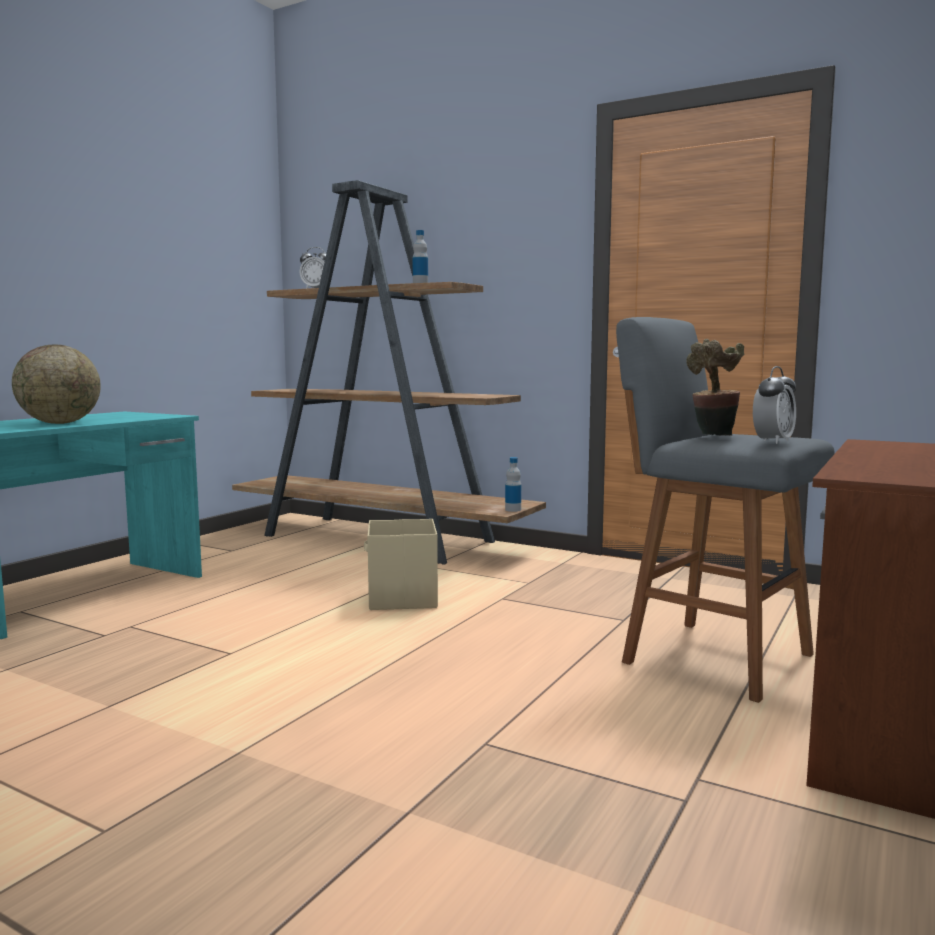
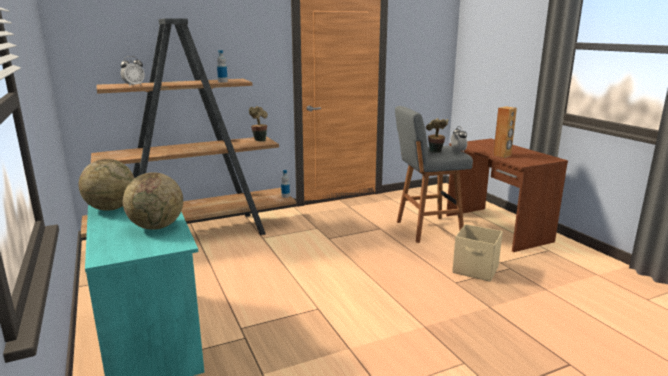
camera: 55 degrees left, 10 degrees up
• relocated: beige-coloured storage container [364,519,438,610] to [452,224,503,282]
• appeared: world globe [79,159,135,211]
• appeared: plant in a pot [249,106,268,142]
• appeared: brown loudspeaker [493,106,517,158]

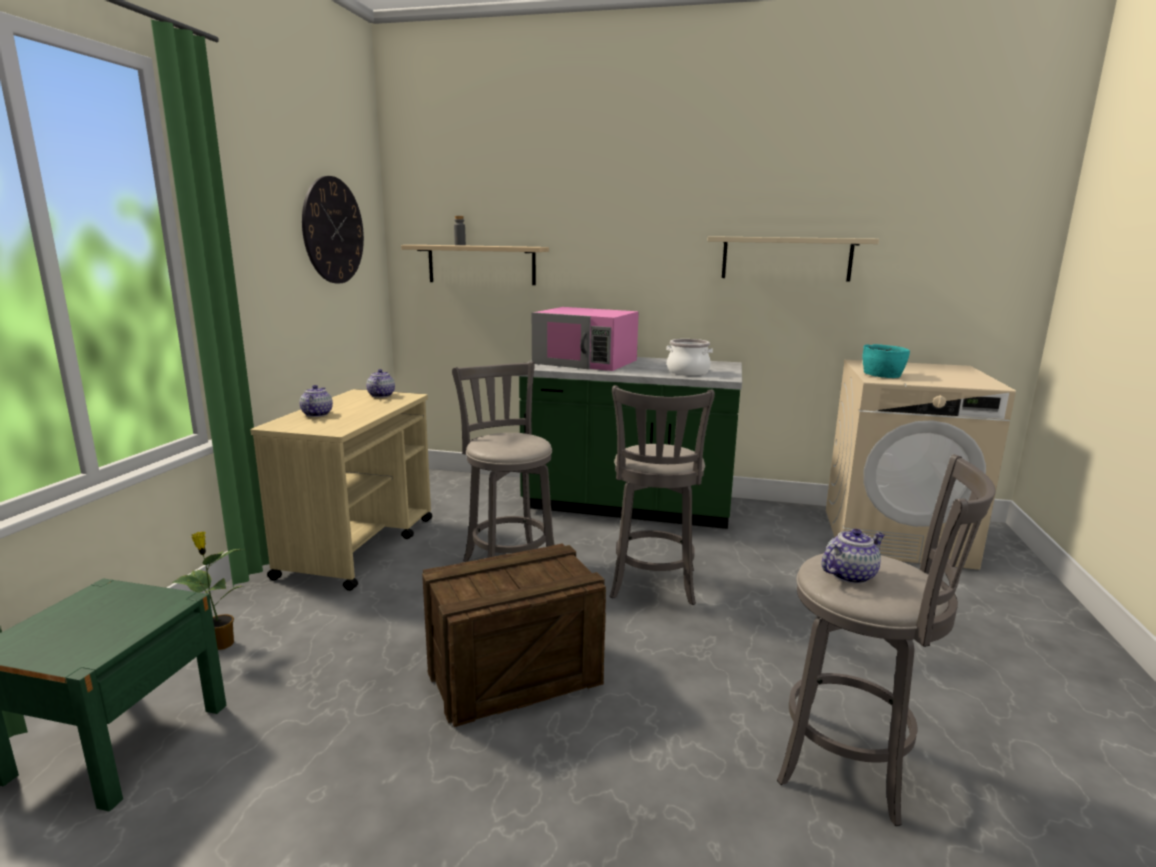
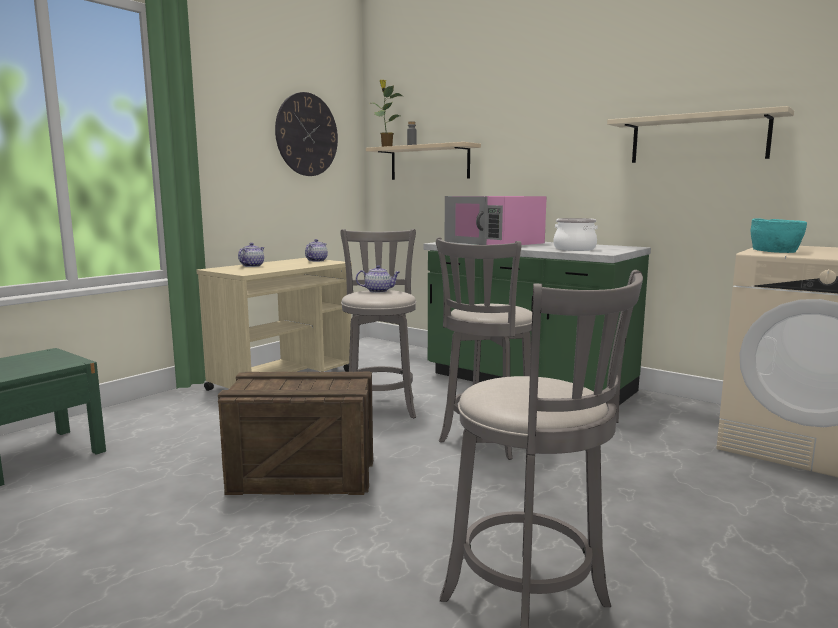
camera: 25 degrees right, 5 degrees down
• relocated: plant in a pot [172,532,246,650] to [372,80,402,147]
• relocated: tea pot [821,529,885,584] to [356,265,400,293]

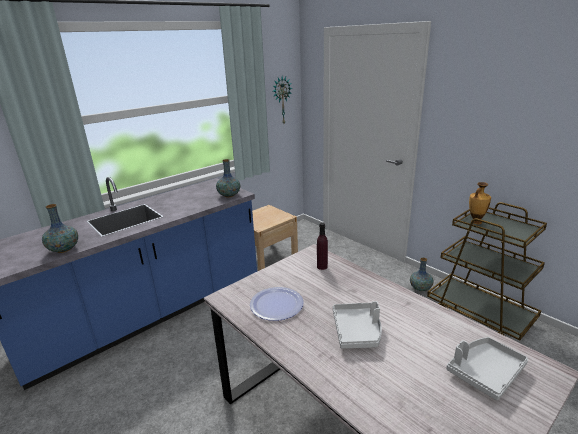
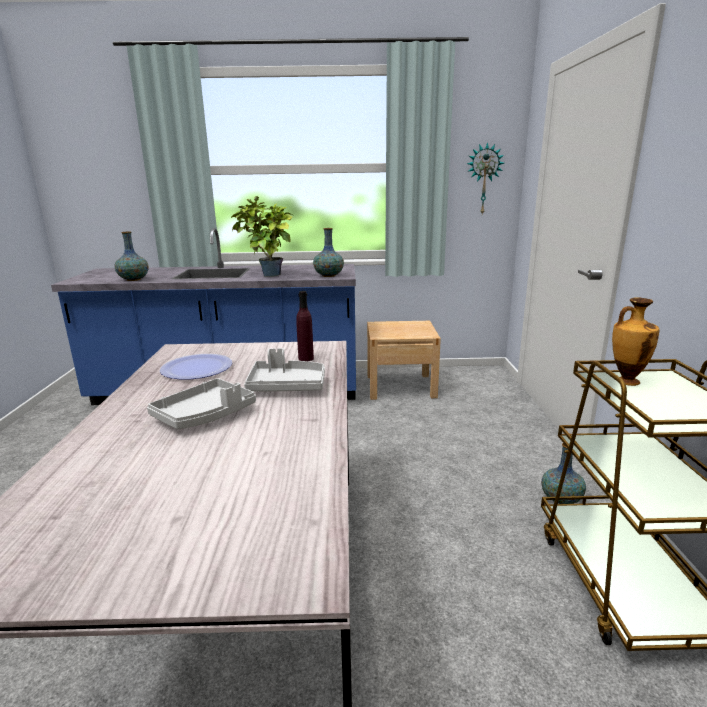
camera: 40 degrees right, 5 degrees down
• relocated: grey carrying tray [446,337,528,401] to [244,348,325,391]
• appeared: plant in a pot [231,196,293,277]

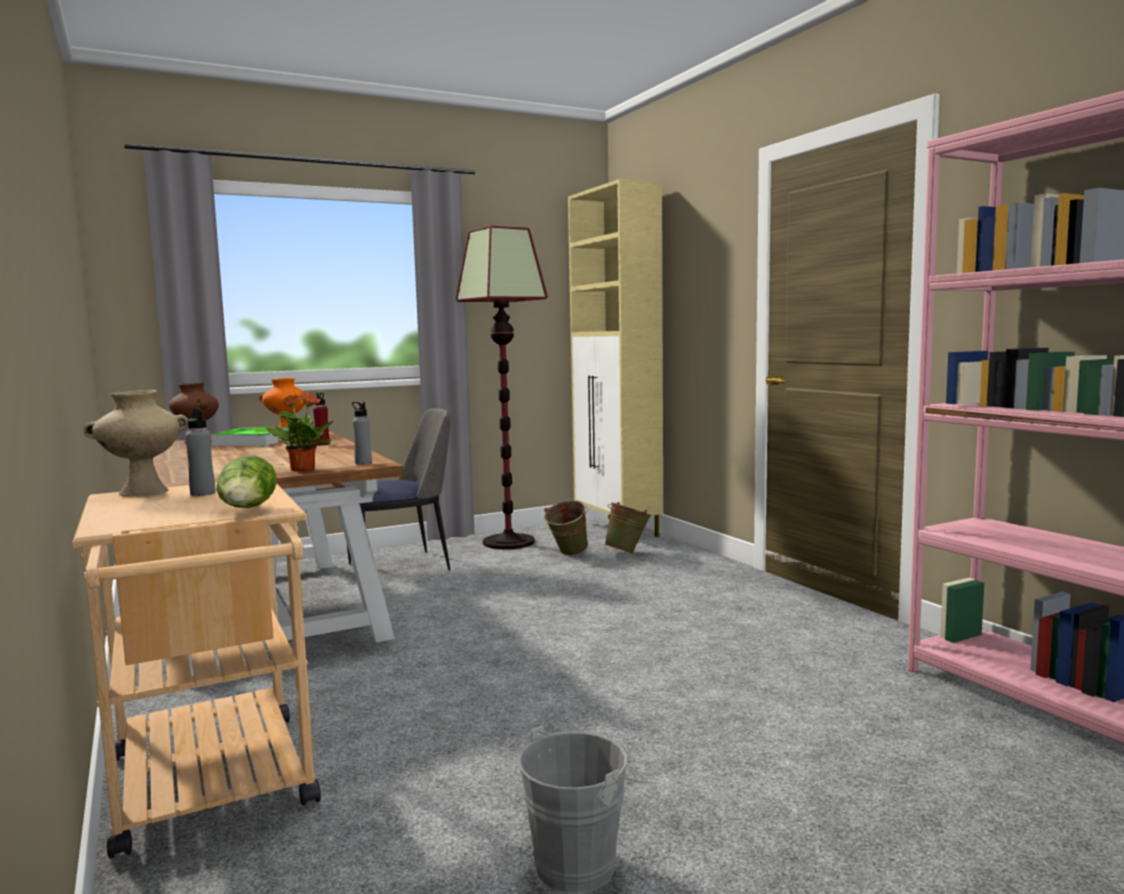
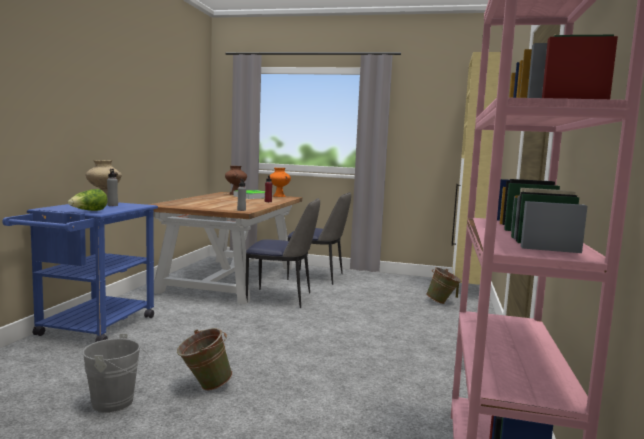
camera: 40 degrees right, 0 degrees up
• colour: beige-coloured cart [72,483,321,859] to bluish cart [2,202,158,342]
• missing: plant in a pot [263,393,334,472]
• missing: standing lamp [456,225,548,549]
• relocated: green-coloured pail [544,500,588,556] to [177,328,232,391]
• appeared: upright chair [245,198,320,308]

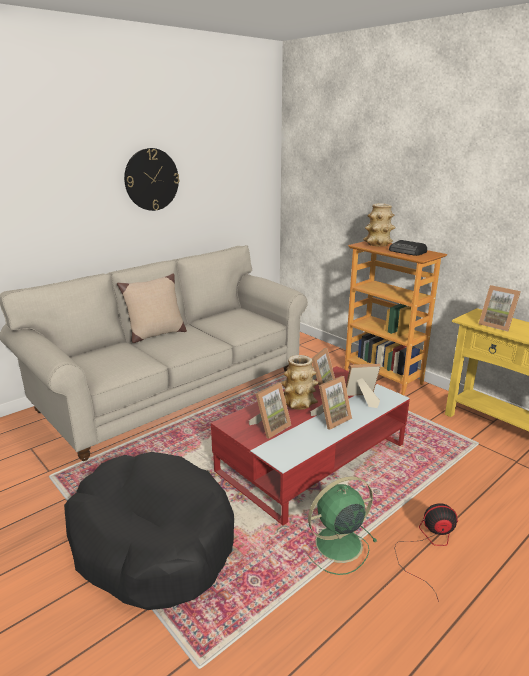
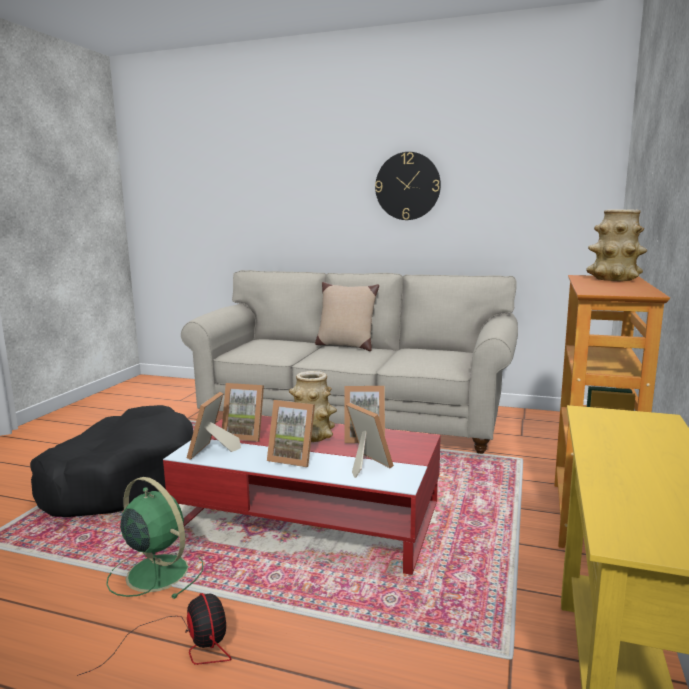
camera: 60 degrees right, 10 degrees down
• missing: radio [389,240,427,256]
• relocated: standing frame [479,285,521,331] to [187,392,241,460]

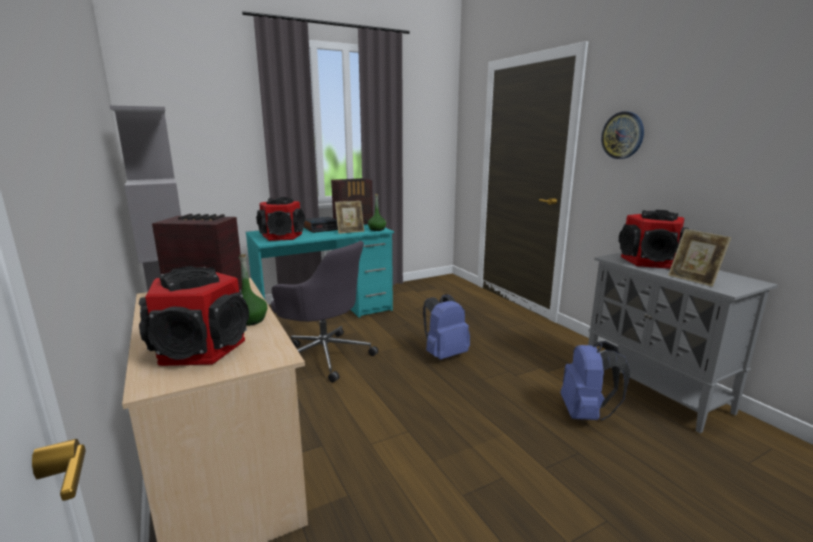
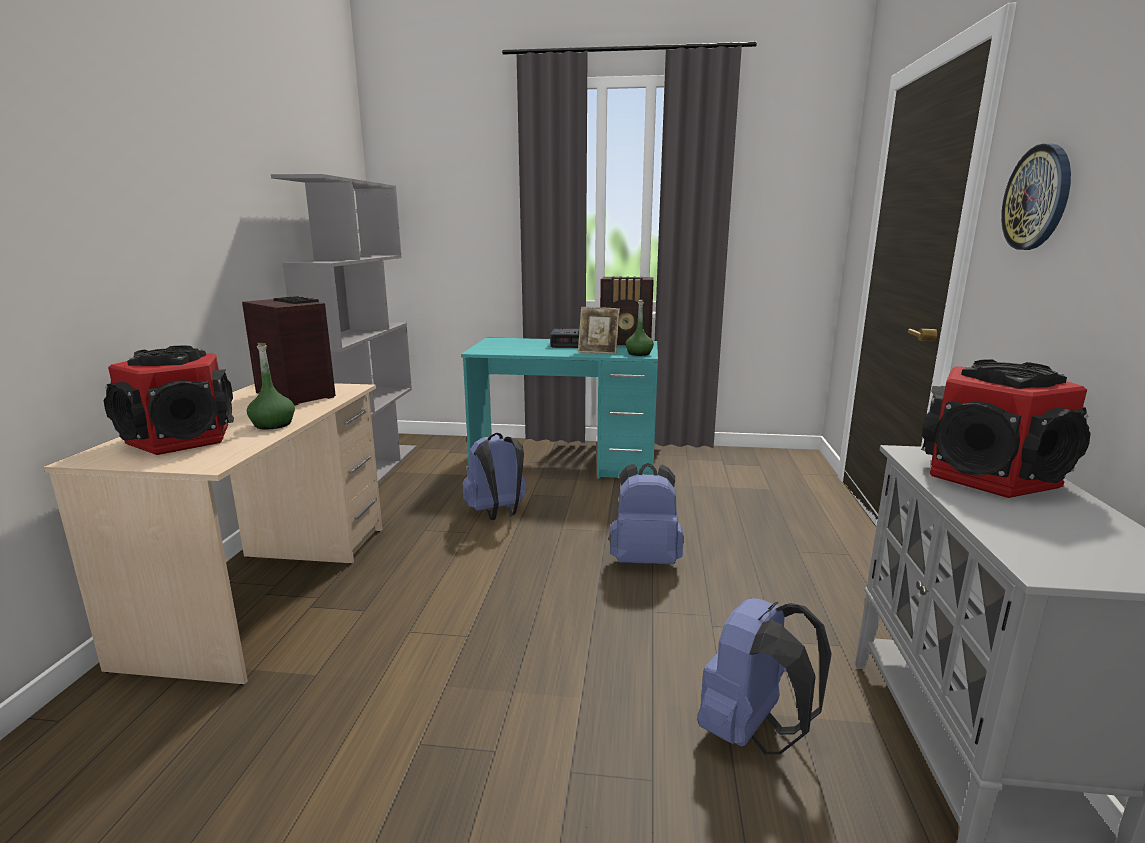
camera: 35 degrees right, 0 degrees up
• missing: loudspeaker [256,197,305,241]
• exchanged: grey desk chair [271,241,378,383] to bluish rucksack [462,433,526,520]
• missing: standing frame [668,229,731,287]

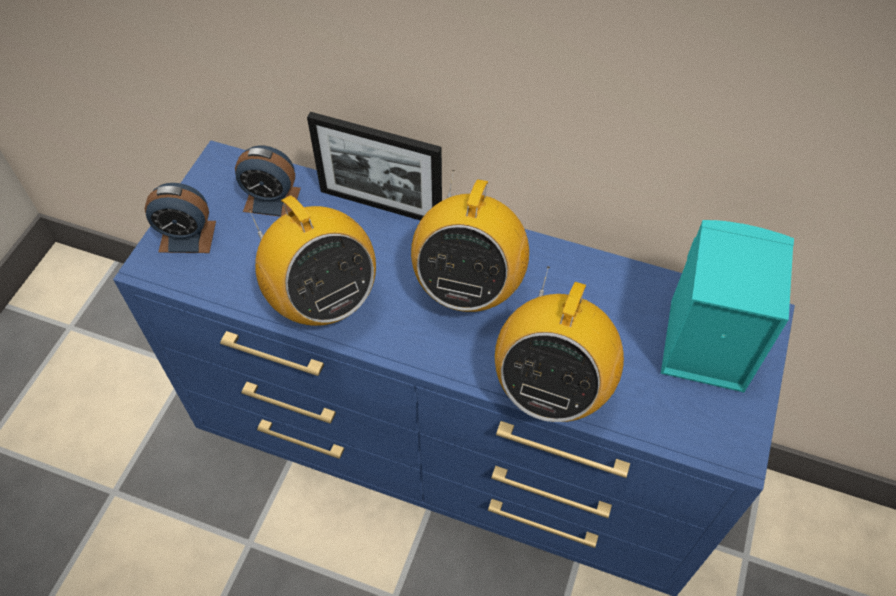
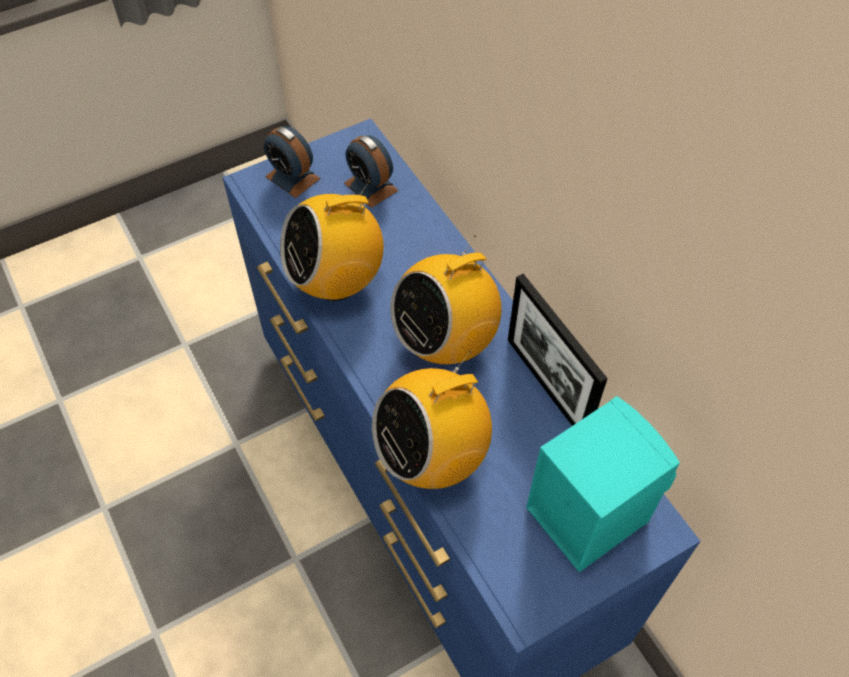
camera: 40 degrees right, 0 degrees up
• spun: radio [248,195,376,326] = [280,181,384,301] 60 degrees clockwise
• relocated: standing frame [307,112,442,221] to [508,274,608,426]

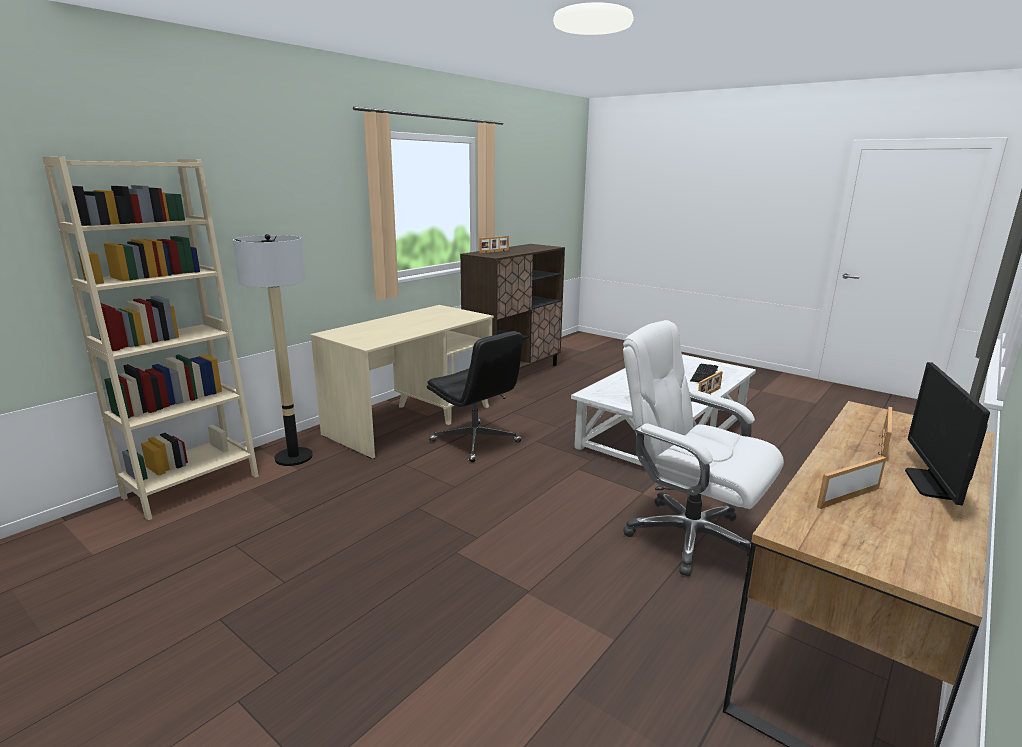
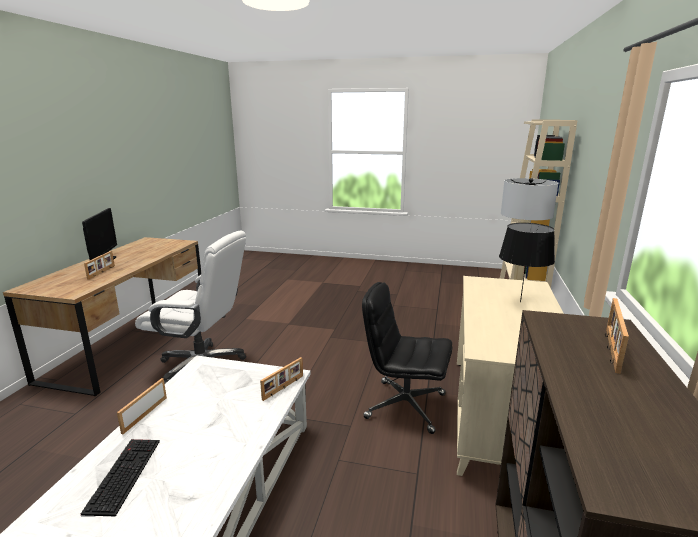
camera: 155 degrees right, 0 degrees up
• relocated: standing frame [817,456,886,509] to [260,357,303,401]
• appeared: black-coloured table lamp [499,223,555,302]

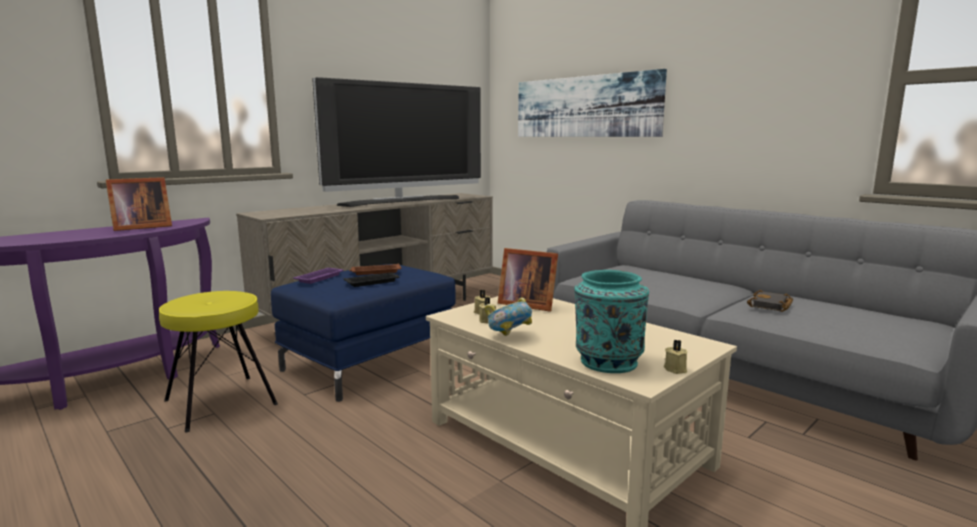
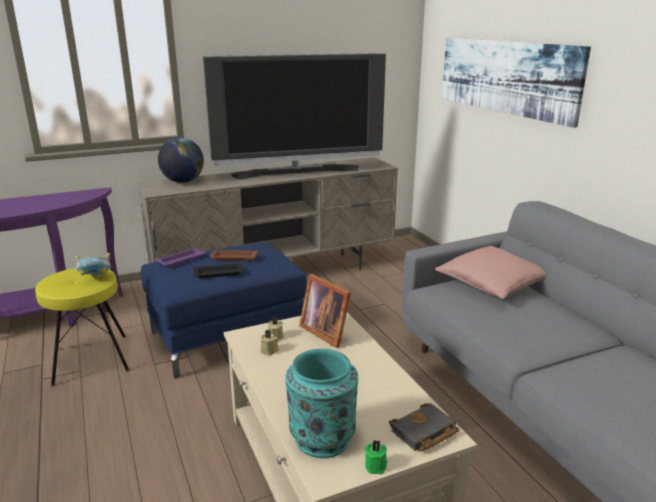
camera: 20 degrees right, 10 degrees up
• missing: standing frame [106,177,172,231]
• relocated: deep dish [485,298,532,336] to [75,253,111,278]
• colour: beige-coloured wax light [664,340,687,374] to green-coloured wax light [365,440,388,475]
• relocated: black-coloured book [747,290,793,312] to [389,403,459,452]
• appeared: world globe [158,137,204,183]
• appeared: pinkish throw pillow [435,246,546,299]

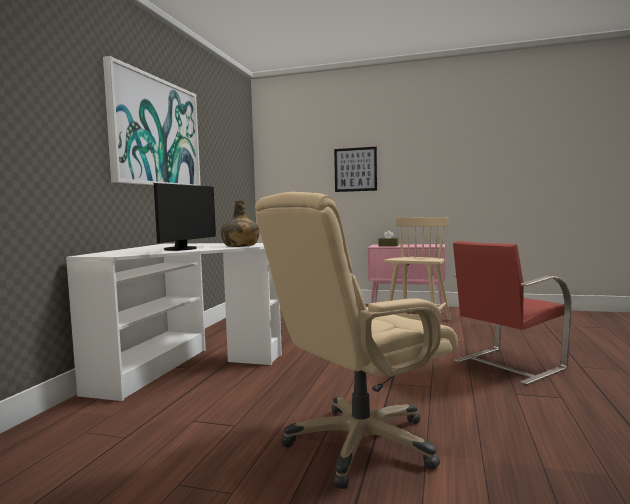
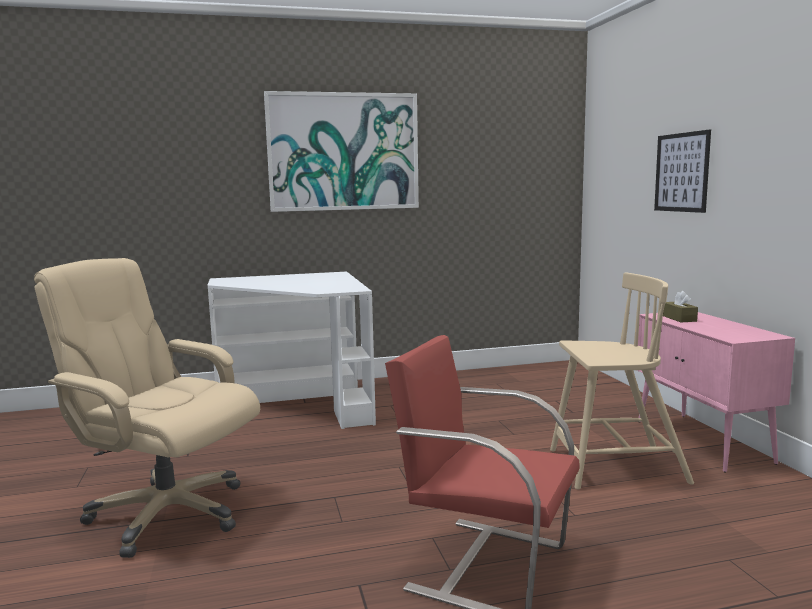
camera: 60 degrees right, 5 degrees up
• missing: computer screen [154,183,216,251]
• missing: green-coloured bottle [221,200,260,247]

